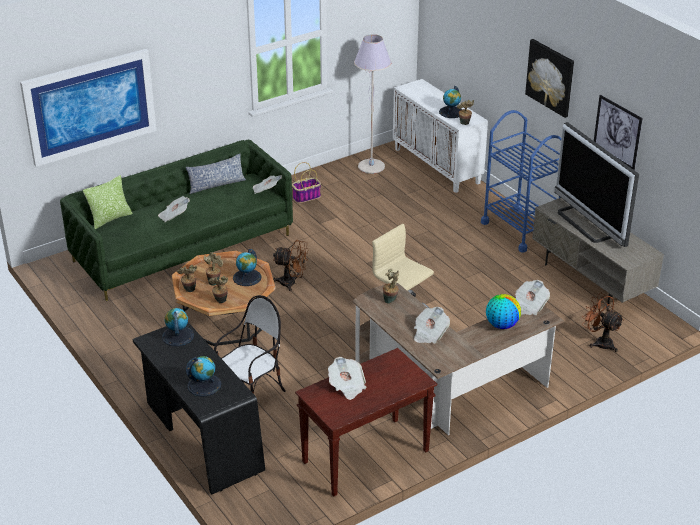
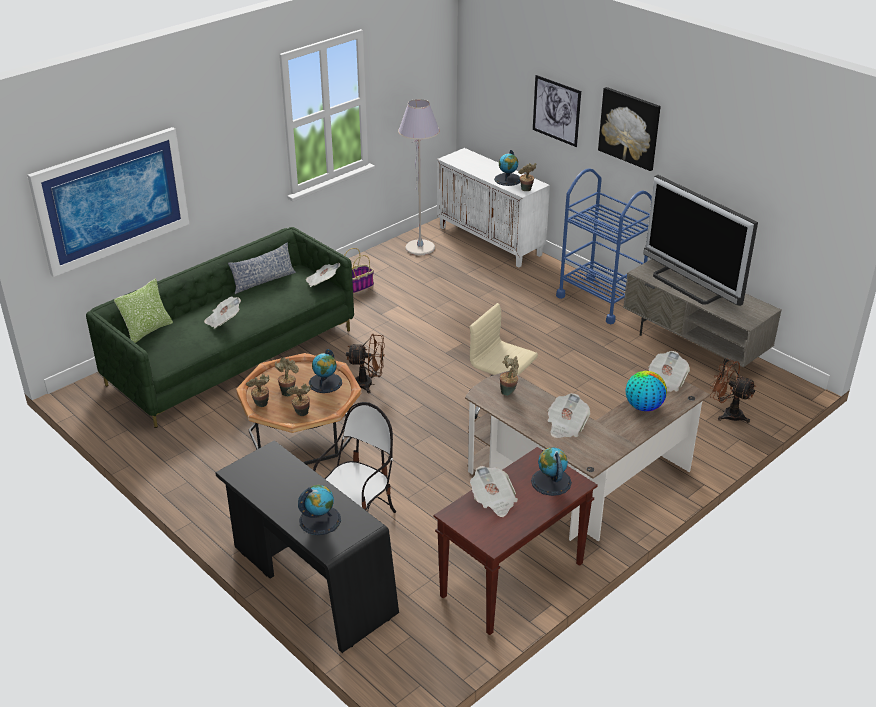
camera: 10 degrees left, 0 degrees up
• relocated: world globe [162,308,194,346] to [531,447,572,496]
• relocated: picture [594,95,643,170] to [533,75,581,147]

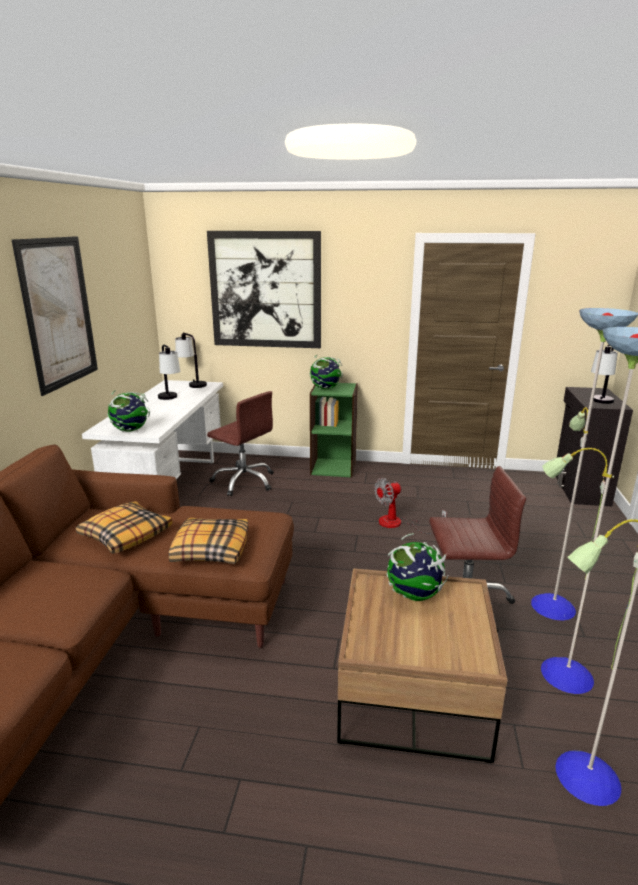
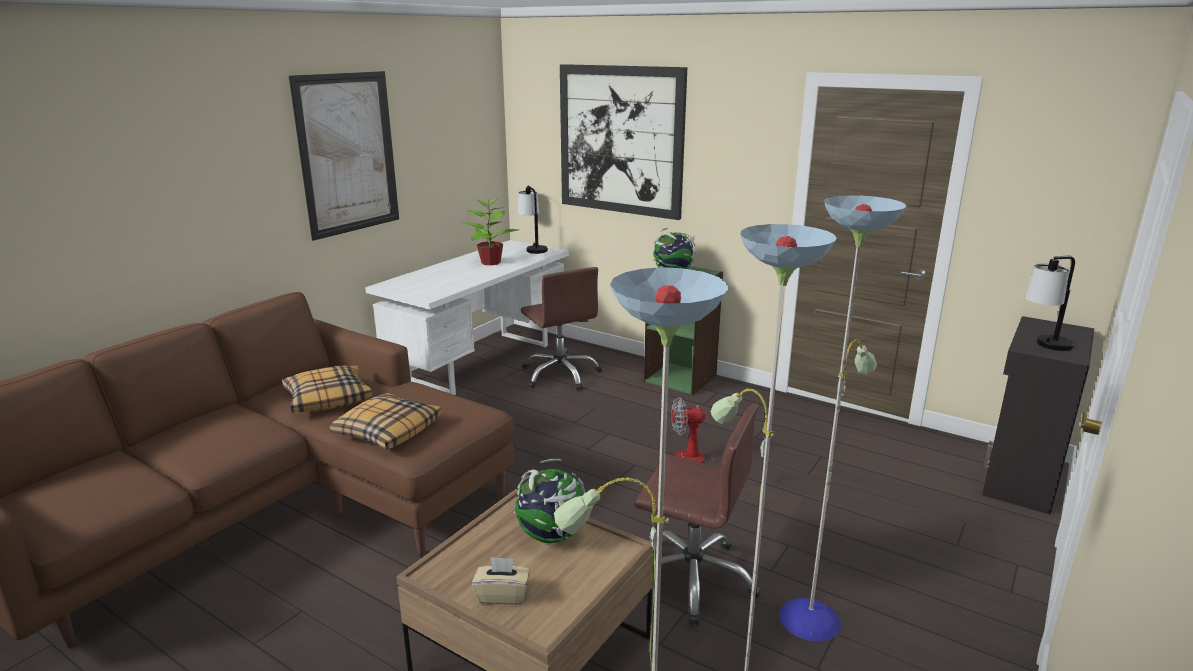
camera: 25 degrees right, 0 degrees up
• missing: world globe [107,390,150,432]
• exchanged: table lamp [158,345,180,400] to plant in a pot [463,198,519,266]
• appeared: beige-coloured tissue box [472,557,530,605]

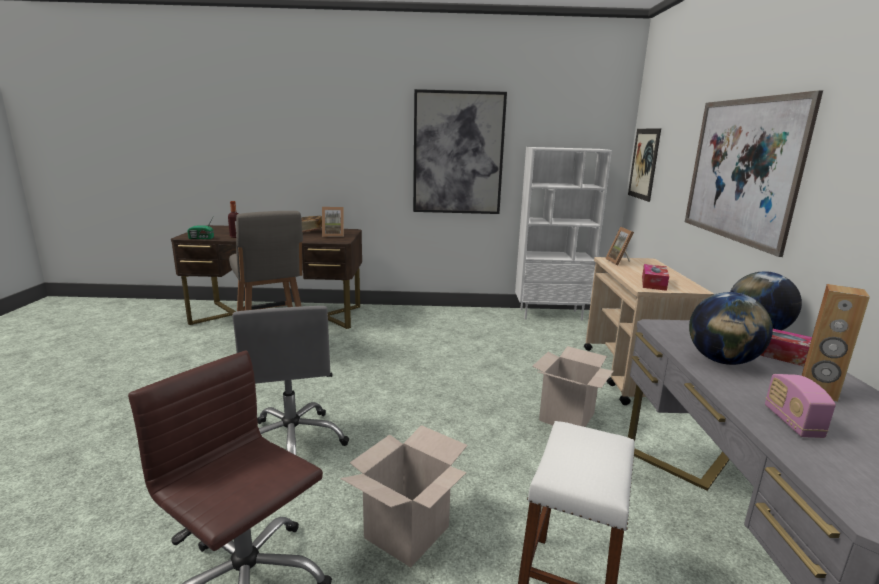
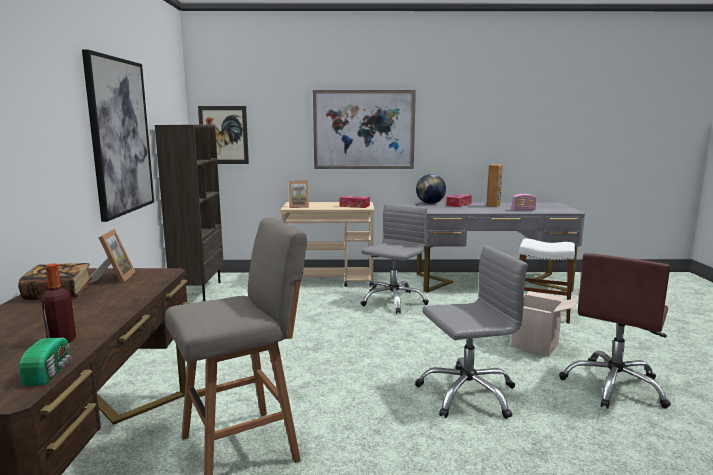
camera: 90 degrees left, 5 degrees down
• colour: whitish shelving unit [515,147,612,321] to brown shelving unit [155,125,224,301]
• exchanged: carton [532,346,614,427] to grey desk chair [361,203,429,314]
• missing: world globe [689,292,773,365]

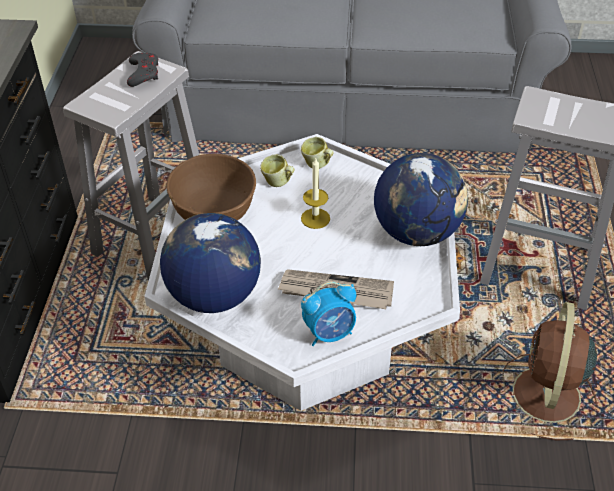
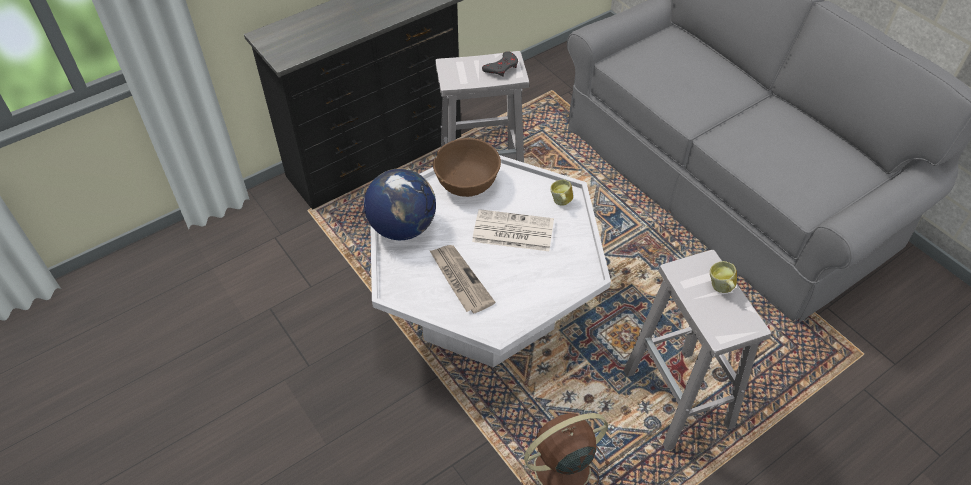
camera: 50 degrees right, 5 degrees up
• relocated: mug [260,154,294,187] to [710,261,737,293]
• exchanged: wax light [301,158,330,229] to daily paper [472,209,554,251]
• missing: bedside clock [301,282,356,346]
• missing: world globe [374,153,468,246]

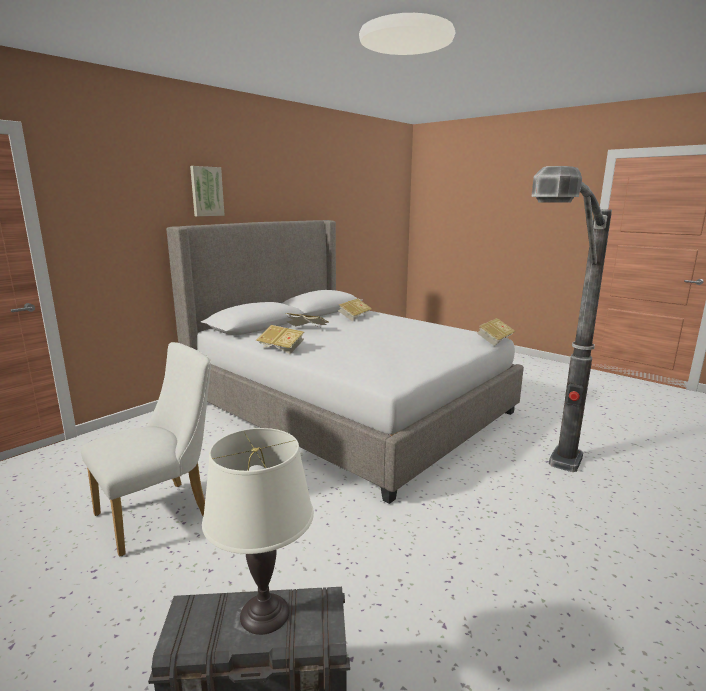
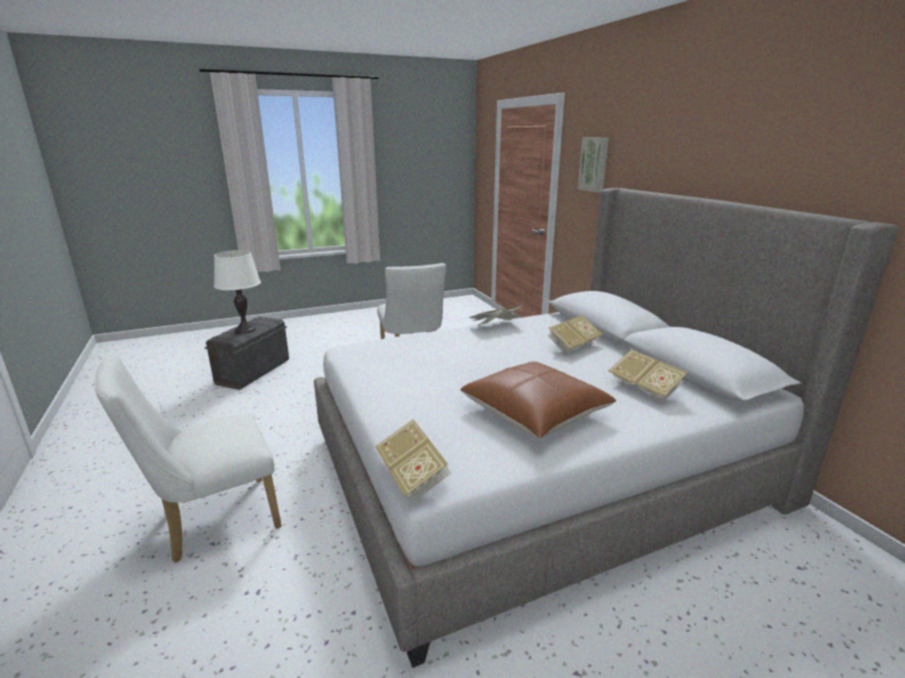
camera: 115 degrees right, 5 degrees up
• relocated: picture [190,166,225,216] to [578,137,609,193]
• exchanged: standing lamp [532,166,612,472] to whitish upright chair [95,354,282,563]
• appeared: brown throw pillow [460,362,616,438]

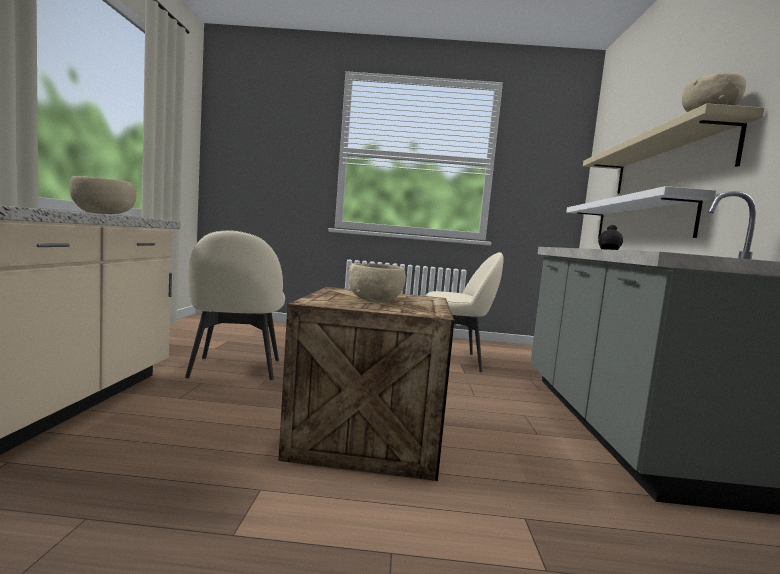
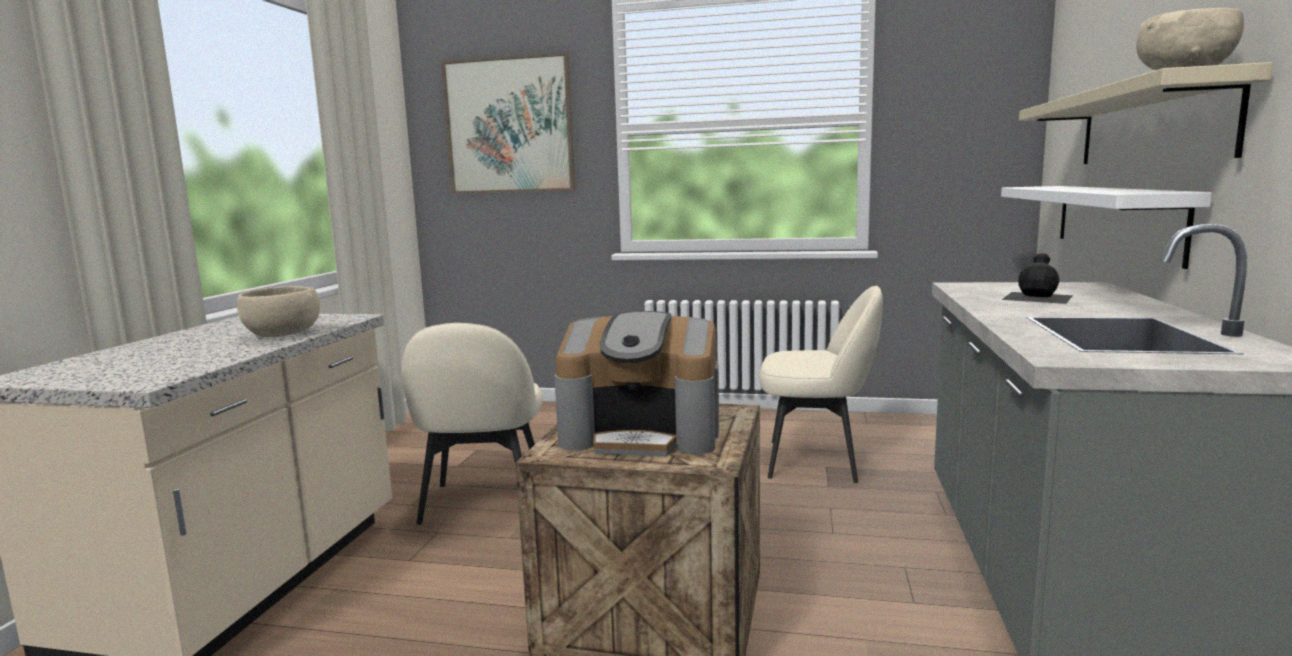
camera: 10 degrees right, 5 degrees up
• exchanged: beige-coloured deep dish [348,263,406,303] to coffee brewer [554,311,719,457]
• appeared: picture [441,52,575,194]

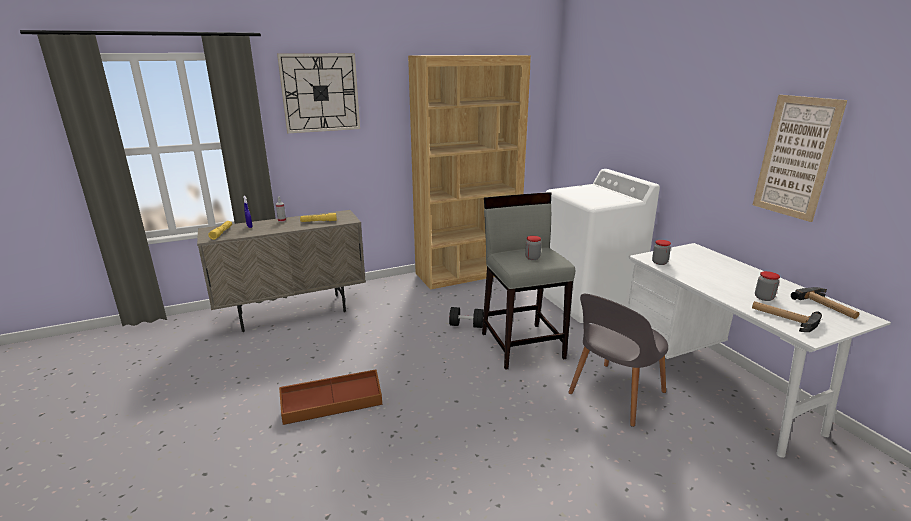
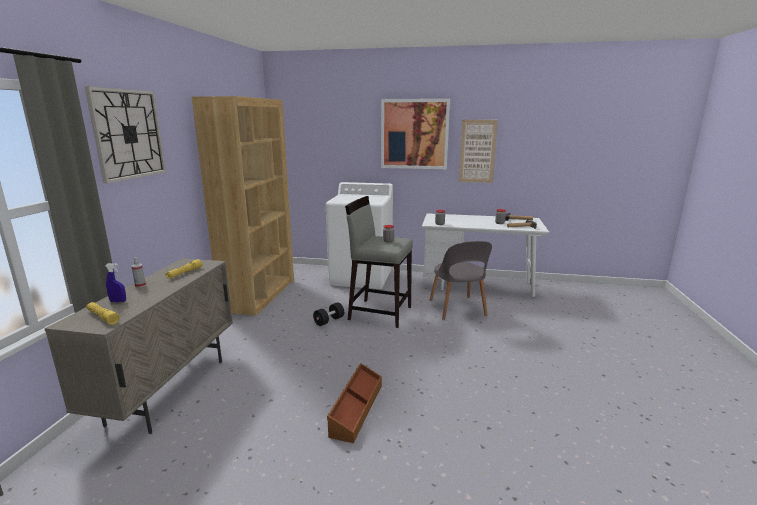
camera: 55 degrees left, 5 degrees down
• appeared: picture [381,99,450,169]

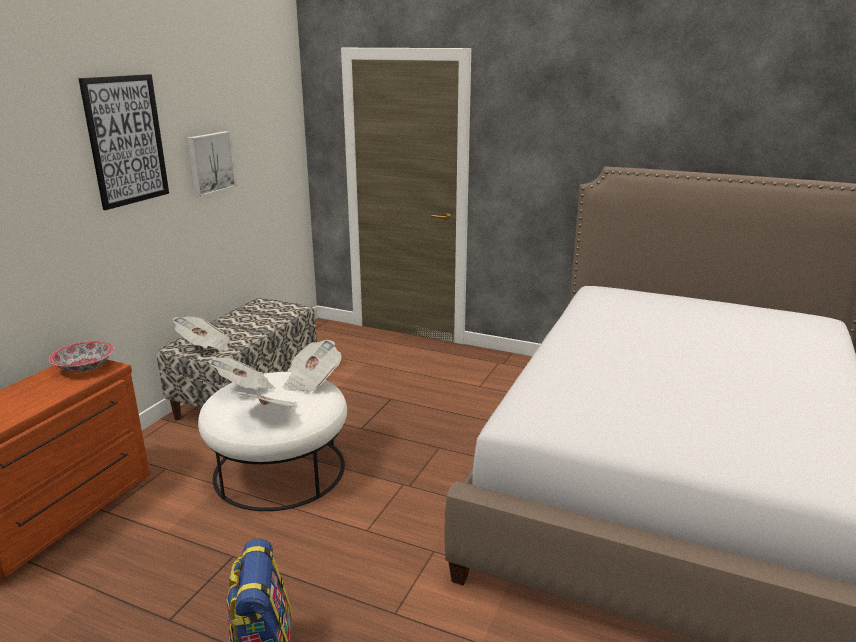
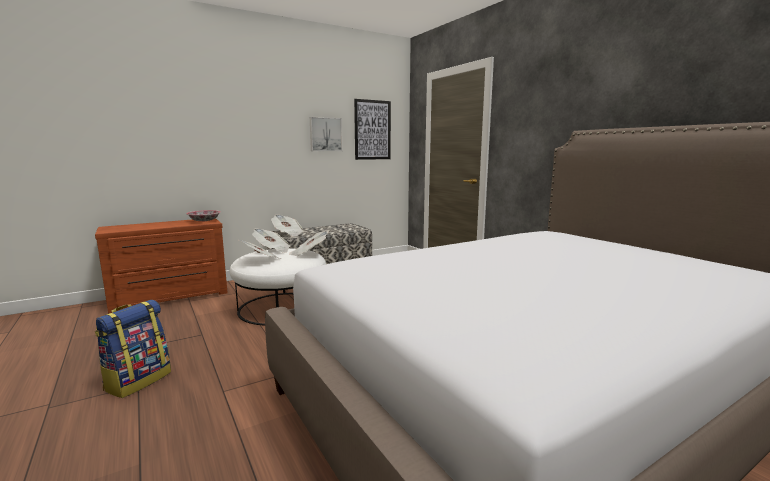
camera: 35 degrees right, 10 degrees down
• relocated: picture [78,74,169,210] to [354,99,391,160]

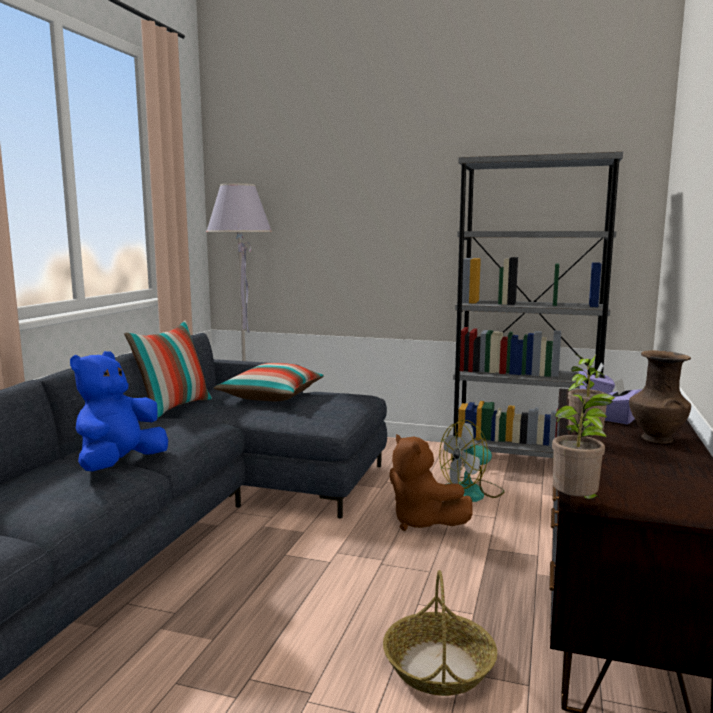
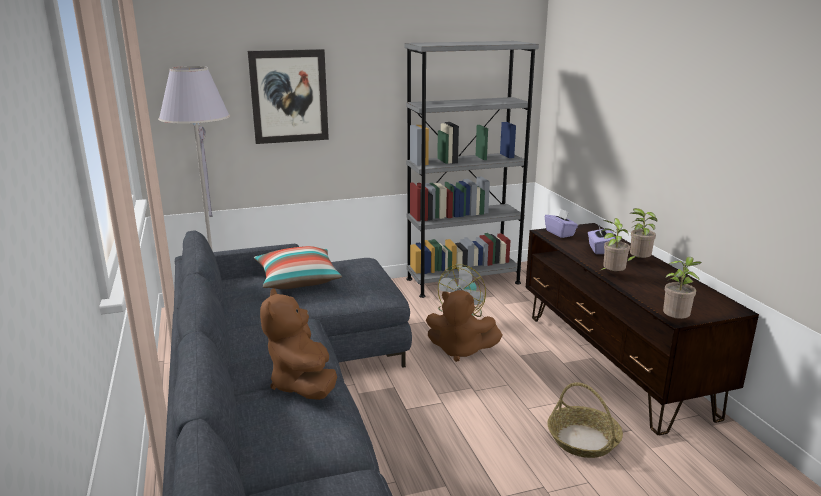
camera: 35 degrees left, 10 degrees up
• colour: bluish plush toy [70,351,168,471] to brown plush toy [260,288,337,400]
• missing: throw pillow [124,321,212,418]
• exchanged: brown flower vase [629,350,691,444] to plant in a pot [627,208,658,261]
• appeared: picture [248,49,329,144]

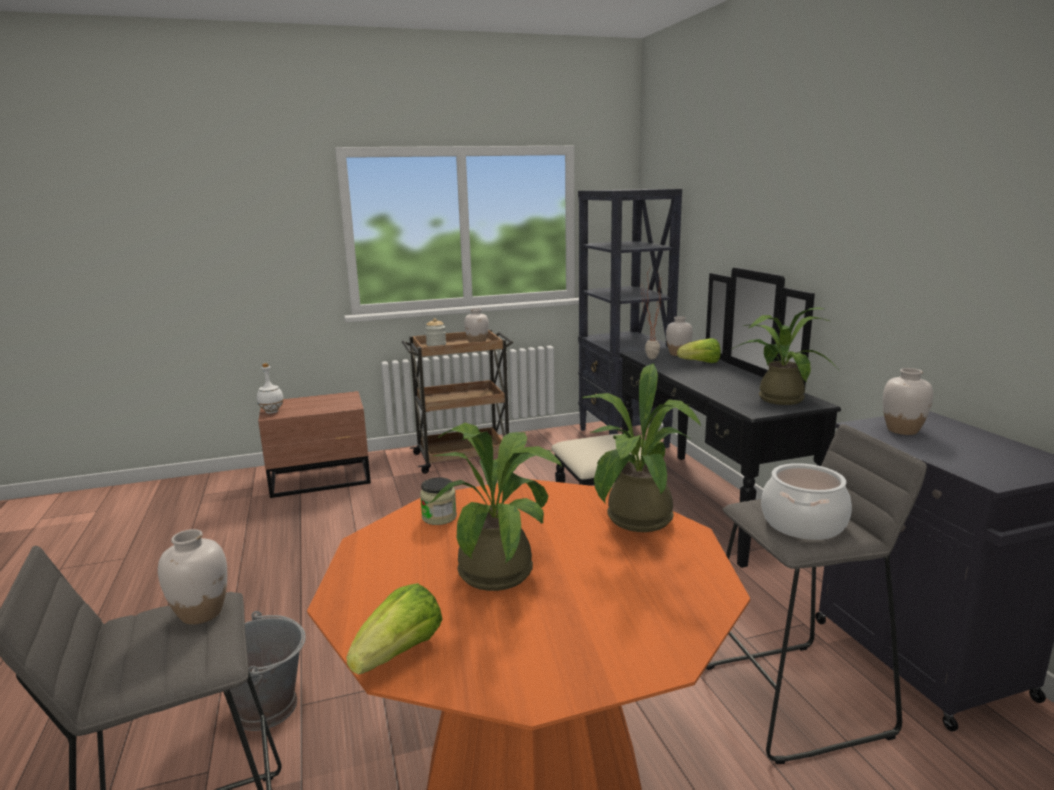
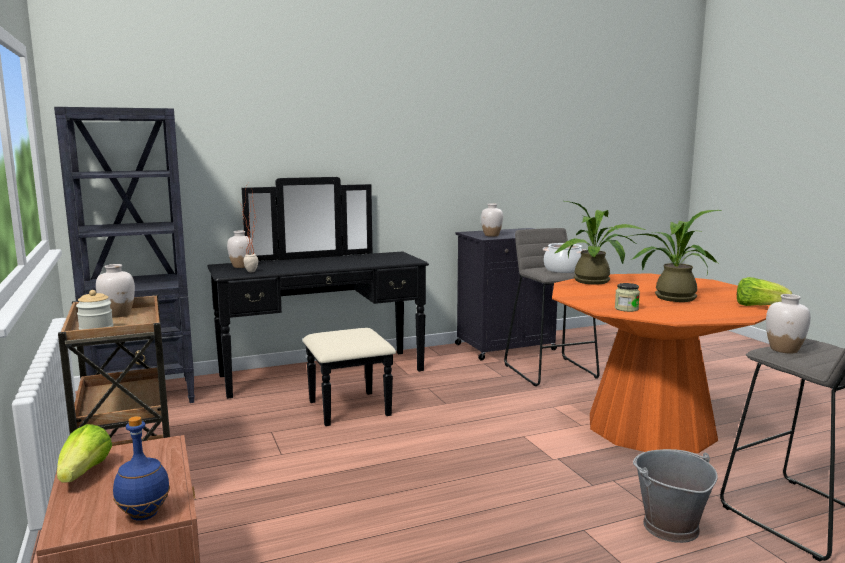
camera: 95 degrees left, 5 degrees down
• colour: whitish bottle [257,363,284,413] to bluish bottle [113,416,170,521]
• relocated: head of lettuce [677,338,721,363] to [57,424,112,483]
• missing: plant in a pot [732,307,839,405]

